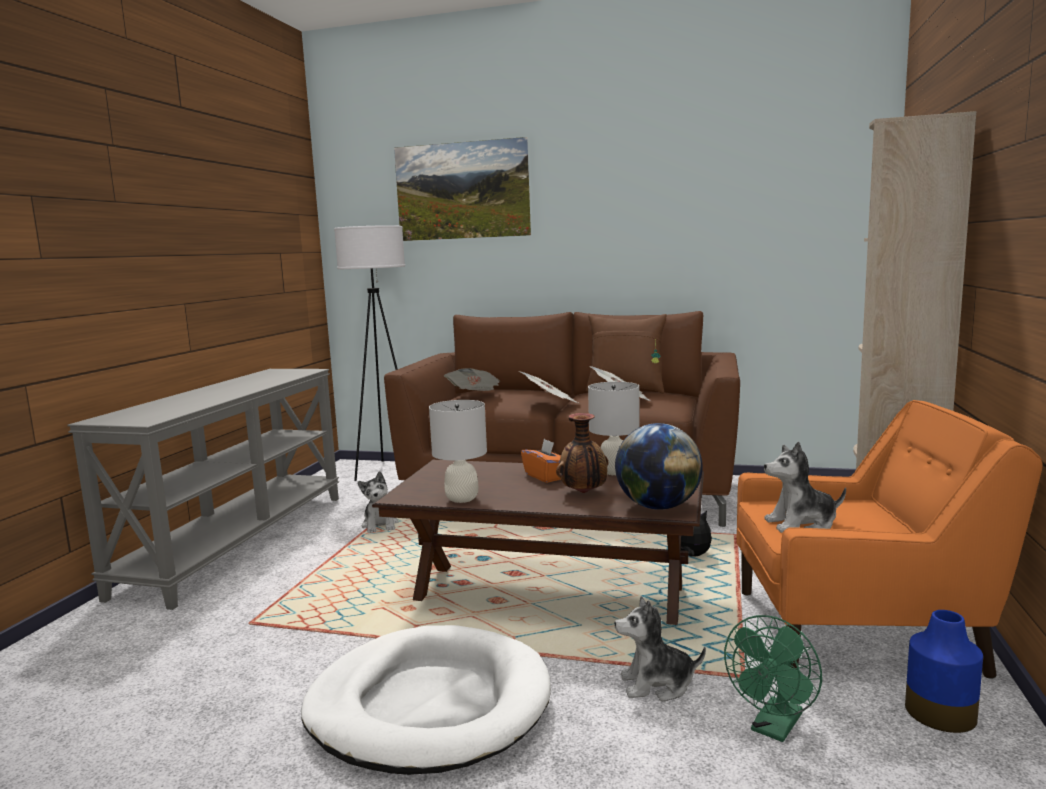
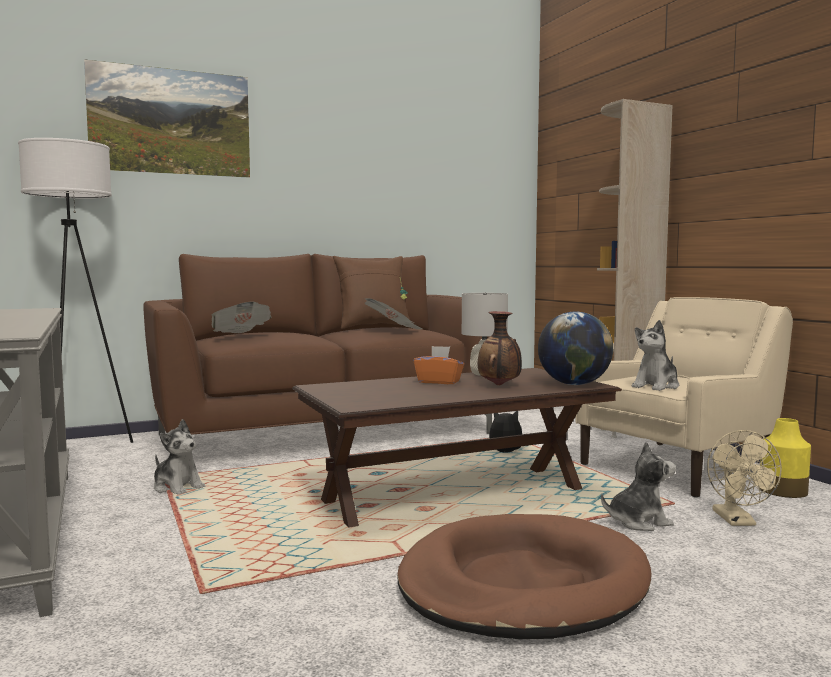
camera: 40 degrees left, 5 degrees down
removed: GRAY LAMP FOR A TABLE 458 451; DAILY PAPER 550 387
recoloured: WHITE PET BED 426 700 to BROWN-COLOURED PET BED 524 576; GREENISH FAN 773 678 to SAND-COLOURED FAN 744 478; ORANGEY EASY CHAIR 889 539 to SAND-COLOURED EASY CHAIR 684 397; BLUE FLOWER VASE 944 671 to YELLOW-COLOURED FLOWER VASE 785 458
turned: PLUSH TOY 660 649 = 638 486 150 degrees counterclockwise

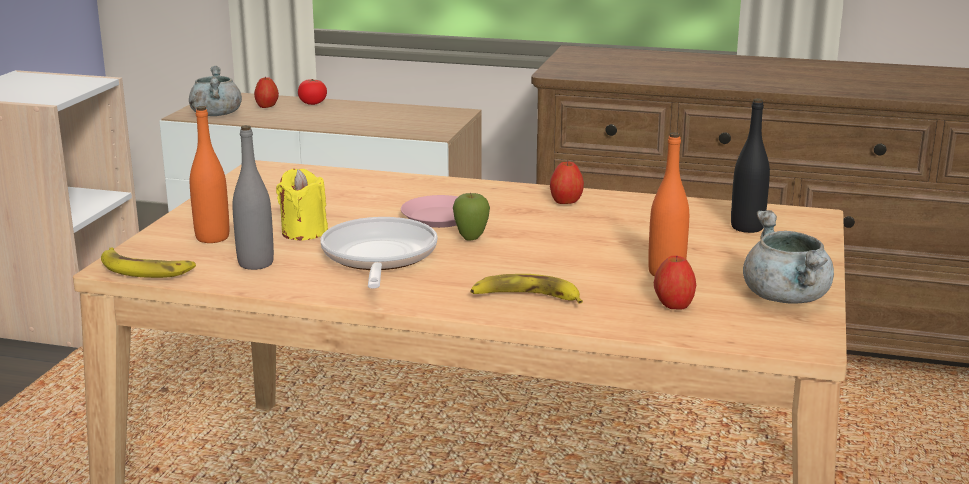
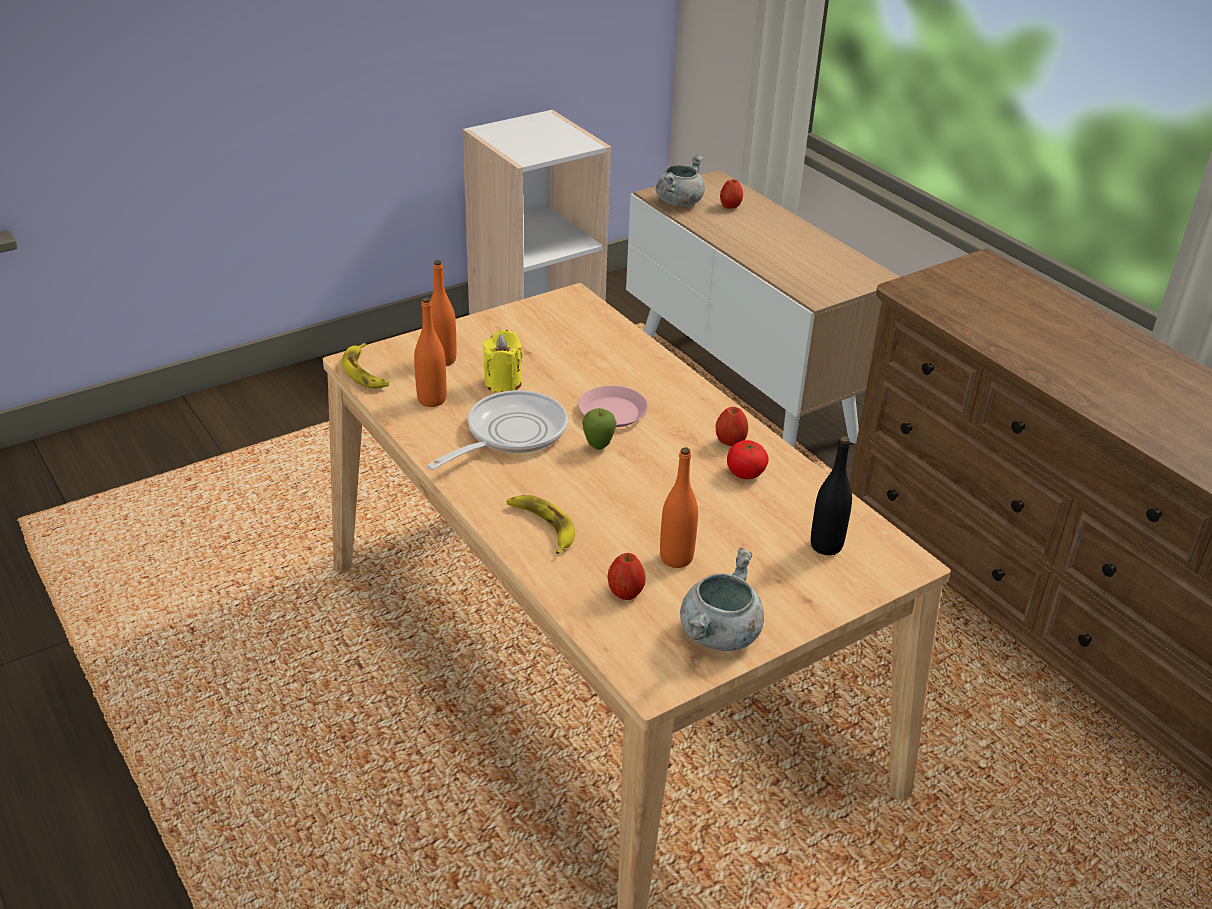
camera: 40 degrees right, 15 degrees up
moved: FRESH TOMATO 312 92 to 748 459
recoloured: GRAY BEVERAGE BOTTLE 253 197 to ORANGEY BEVERAGE BOTTLE 430 352

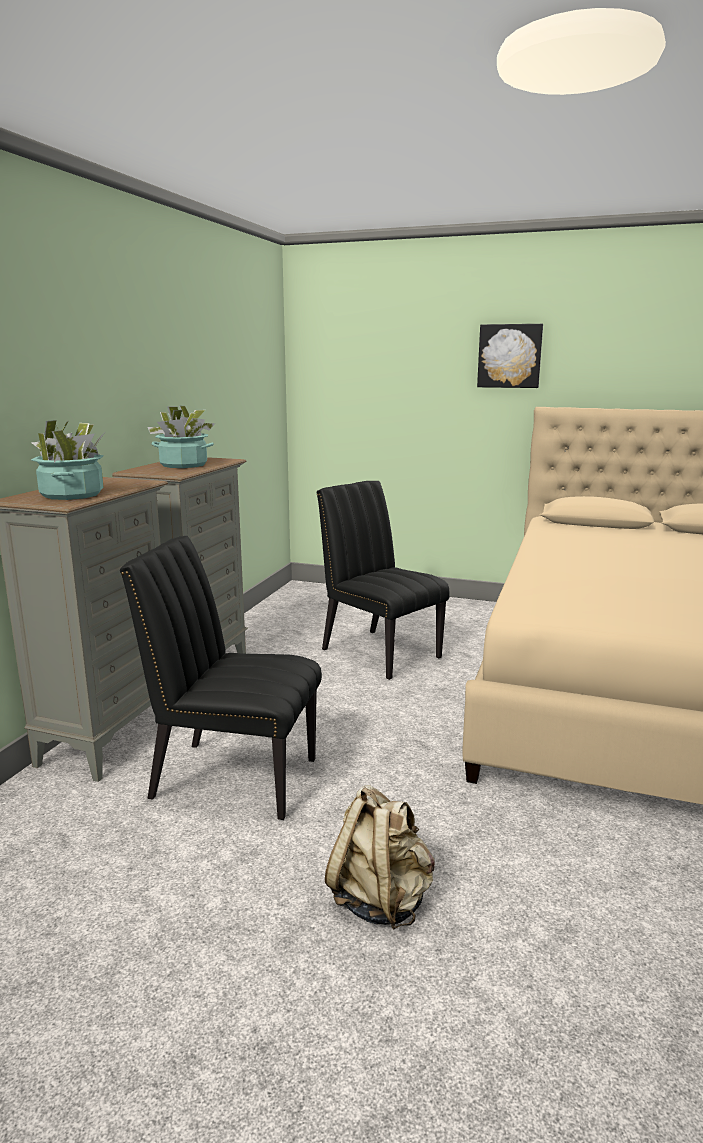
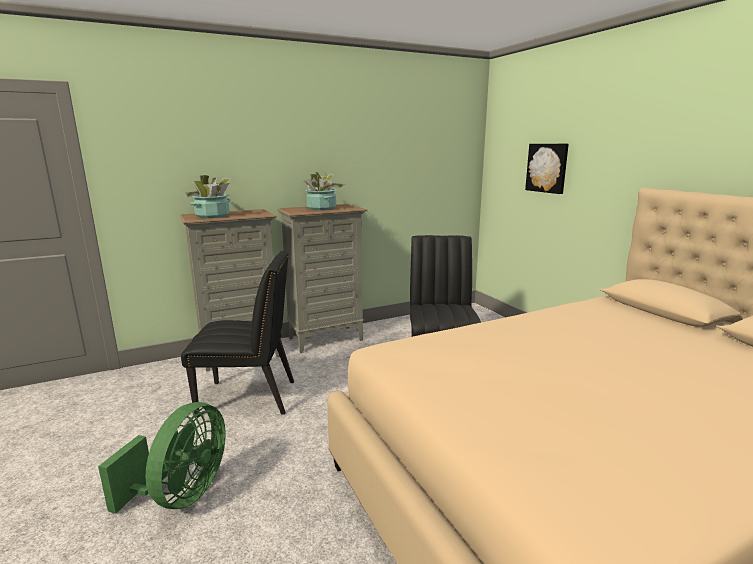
camera: 45 degrees right, 0 degrees up
moved: WALL PICTURE 510 356 to 547 169
replaced: SAND-COLOURED KNAPSACK 380 857 to GREENISH FAN 162 457
turned: BLACK-COLOURED UPRIGHT CHAIR 221 678 = 237 334 120 degrees clockwise

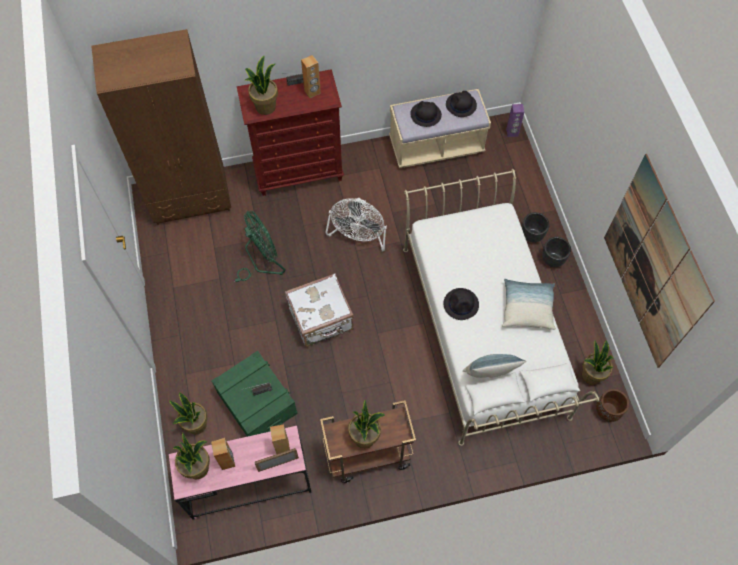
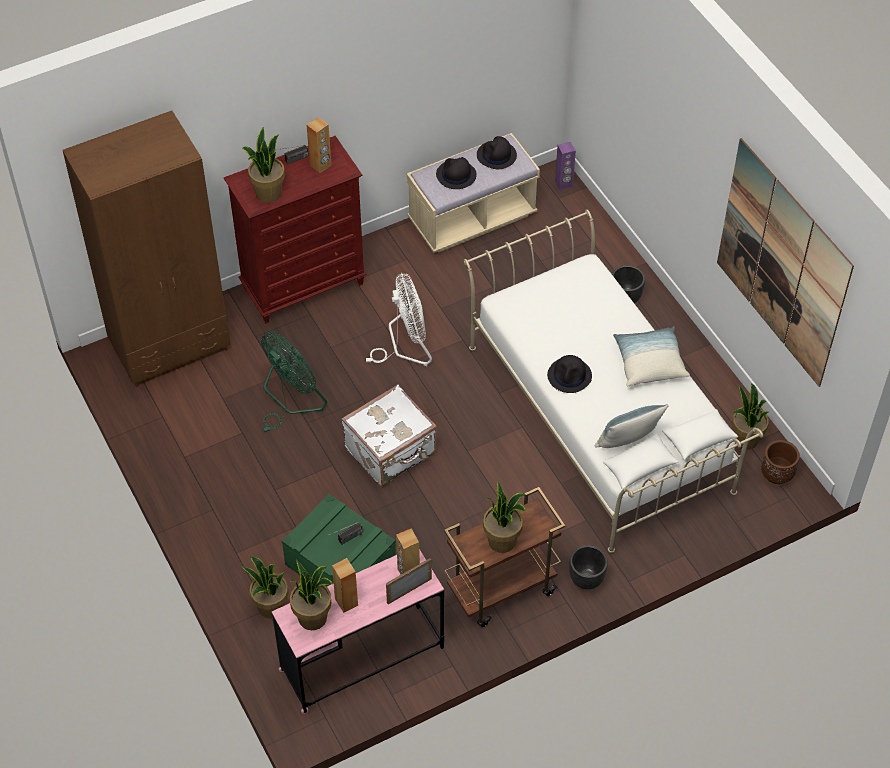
camera: 15 degrees left, 10 degrees down
moved: BLACK-COLOURED FLOWER POT 556 252 to 588 567
turned: WHITE FAN 356 224 = 398 319 105 degrees counterclockwise

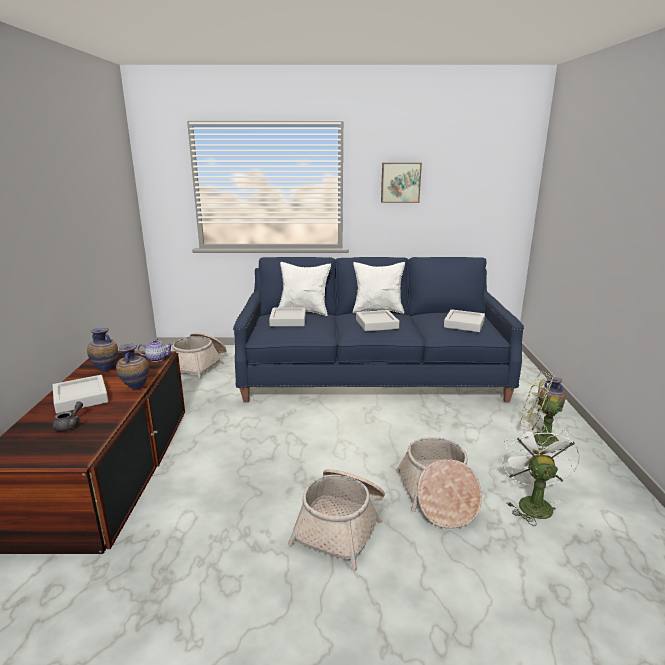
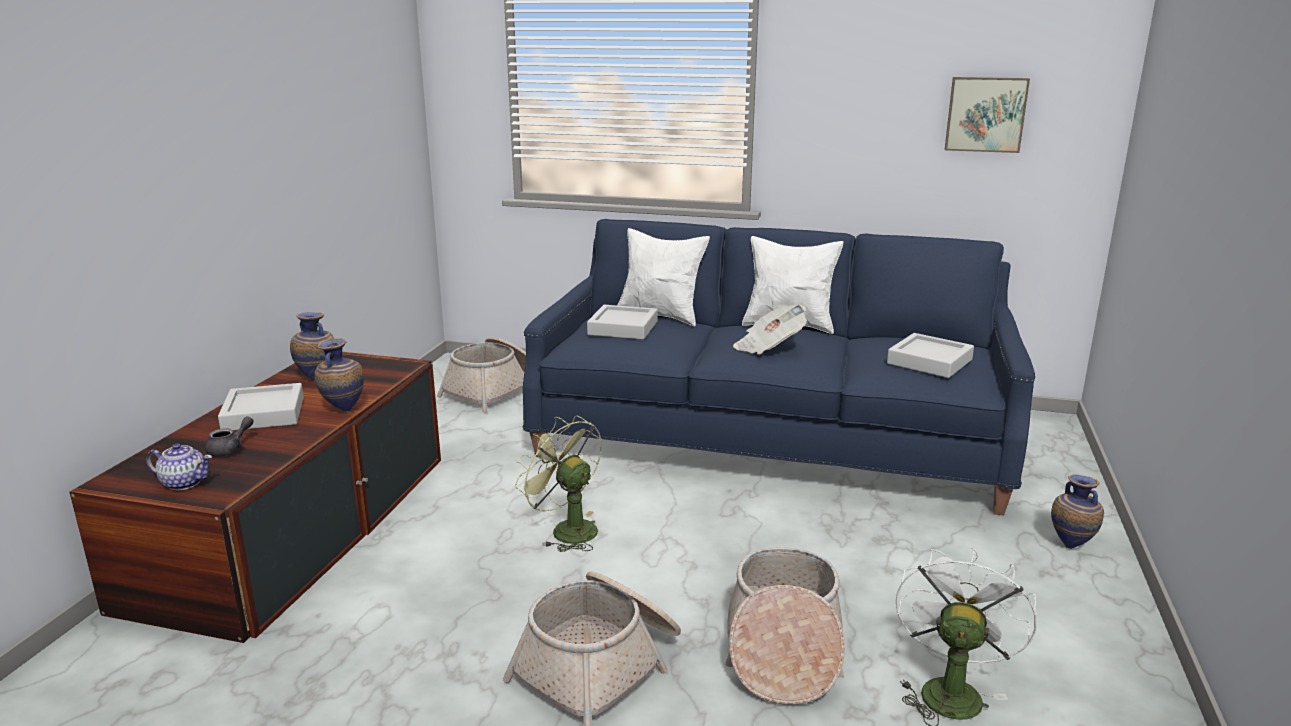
camera: 15 degrees right, 0 degrees up
moved: TEA POT 155 350 to 179 466; WALL PICTURE 401 183 to 987 115; GREENISH FAN 543 412 to 558 484
replaced: GRAY TRAY 377 320 to DAILY PAPER 770 329

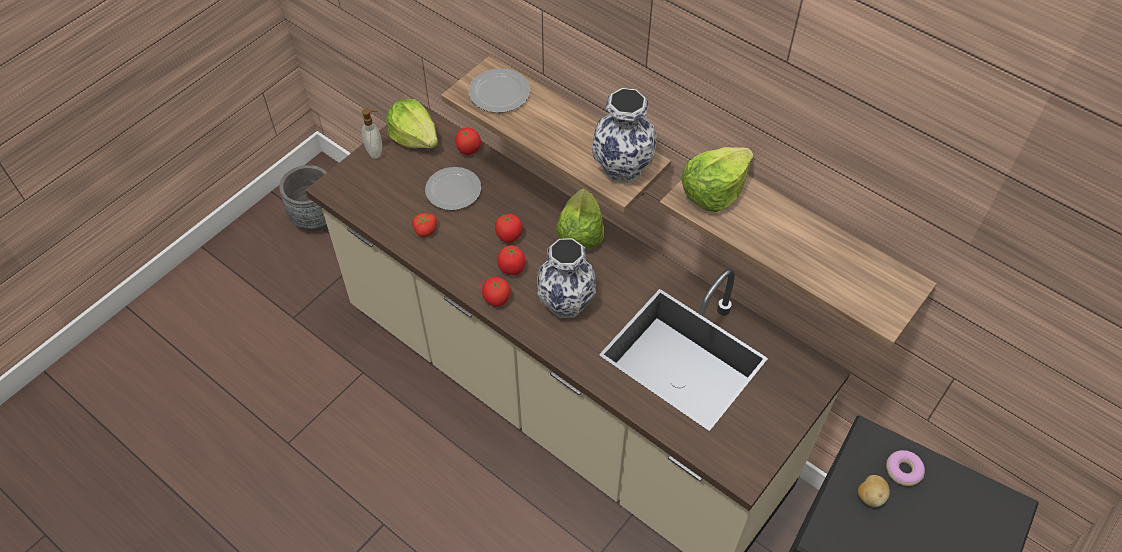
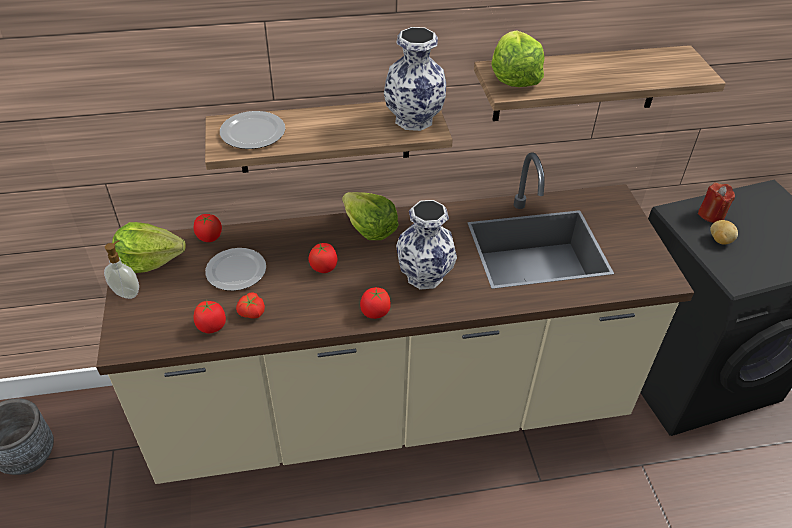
camera: 50 degrees left, 10 degrees down
moved: FRESH TOMATO 511 260 to 210 317
replaced: DONUT 905 468 to RED WAX LIGHT 716 203

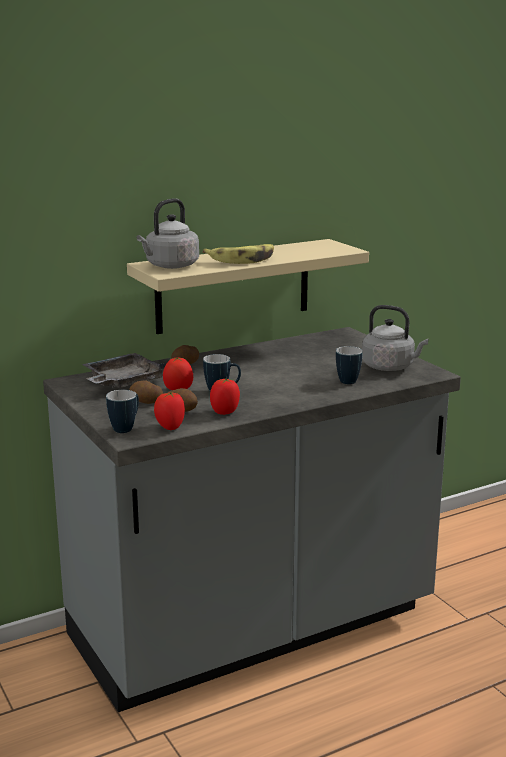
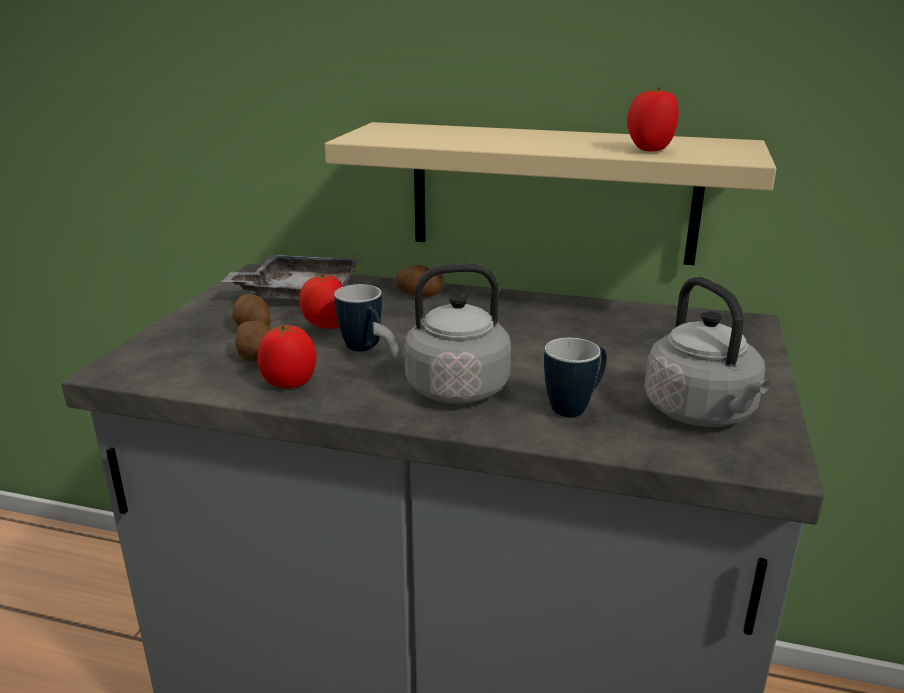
camera: 45 degrees right, 5 degrees up
removed: COFFEE MUG 122 411; BANANA FRUIT 238 254
moved: GRAY WATER KETTLE 168 233 to 441 333; FRESH TOMATO 169 411 to 653 119

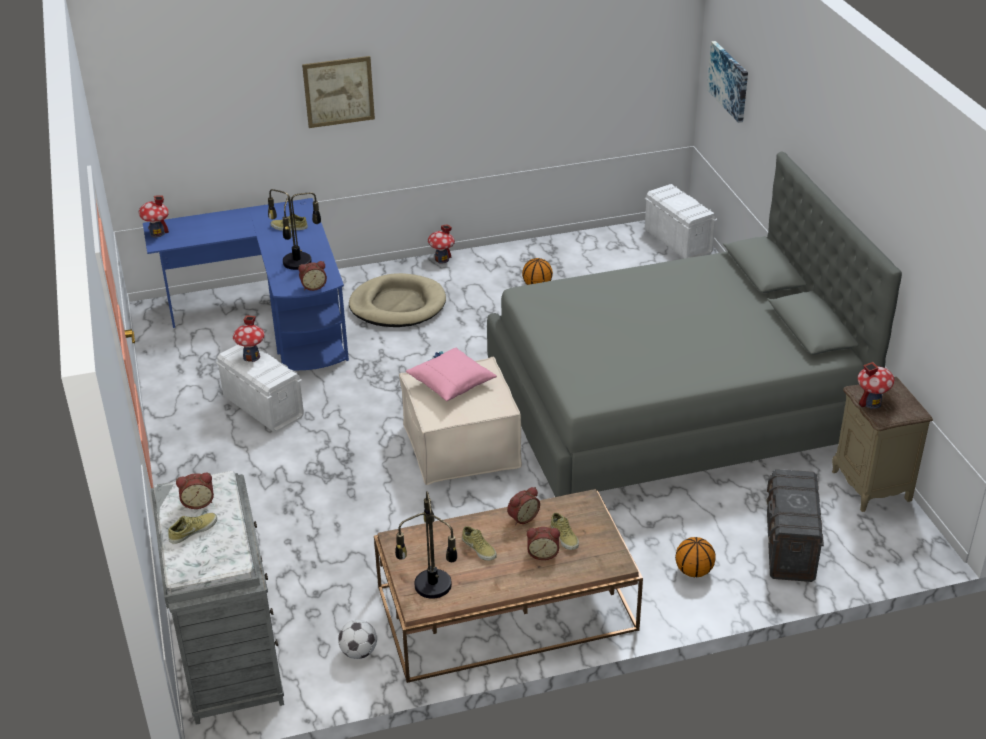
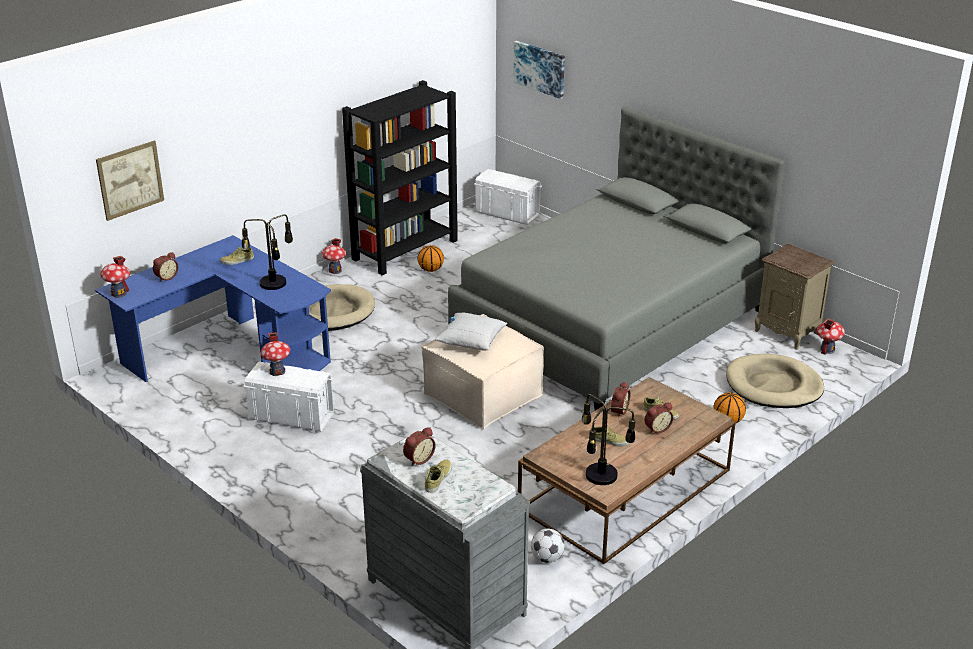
camera: 30 degrees left, 5 degrees down
added: BLACK-COLOURED BOOKSHELF 400 177
moved: BEDSIDE CLOCK 312 276 to 165 267; WALL PICTURE 338 92 to 130 180; TOY HOUSE 876 385 to 831 337
replaced: GRAY STORAGE BIN 795 525 to SAND-COLOURED PET BED 775 381
recoloured: PINKISH THROW PILLOW 451 374 to GRAY THROW PILLOW 471 332

